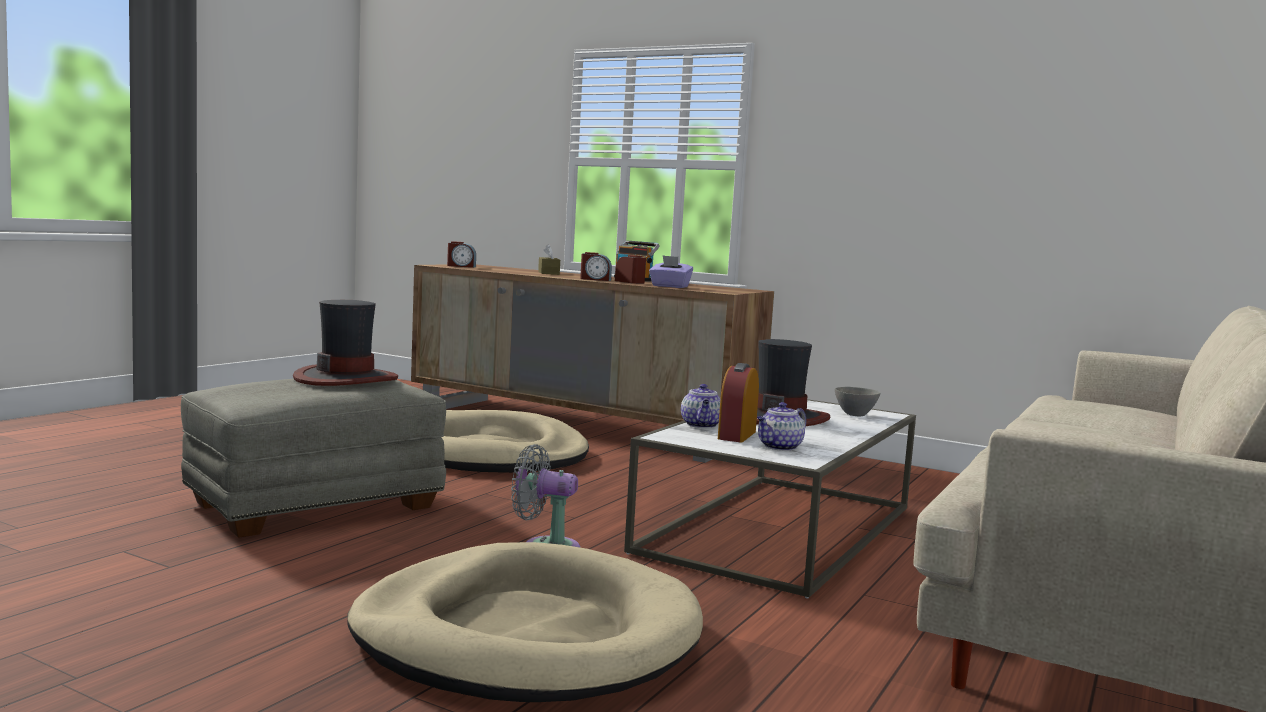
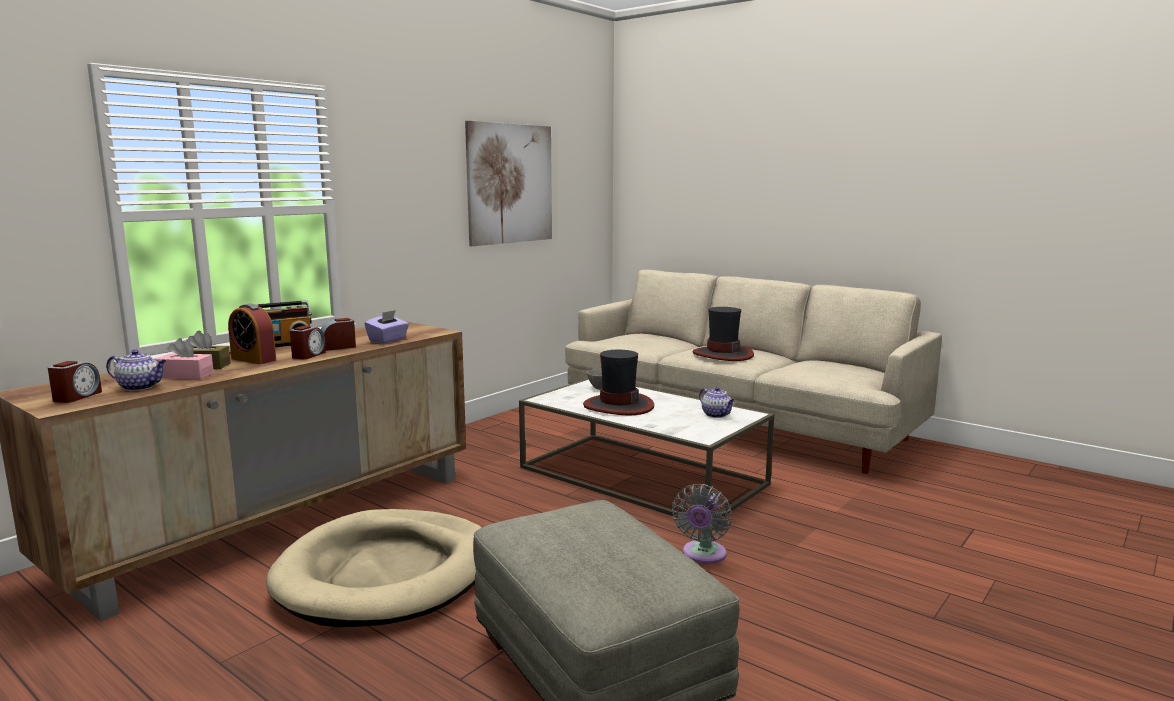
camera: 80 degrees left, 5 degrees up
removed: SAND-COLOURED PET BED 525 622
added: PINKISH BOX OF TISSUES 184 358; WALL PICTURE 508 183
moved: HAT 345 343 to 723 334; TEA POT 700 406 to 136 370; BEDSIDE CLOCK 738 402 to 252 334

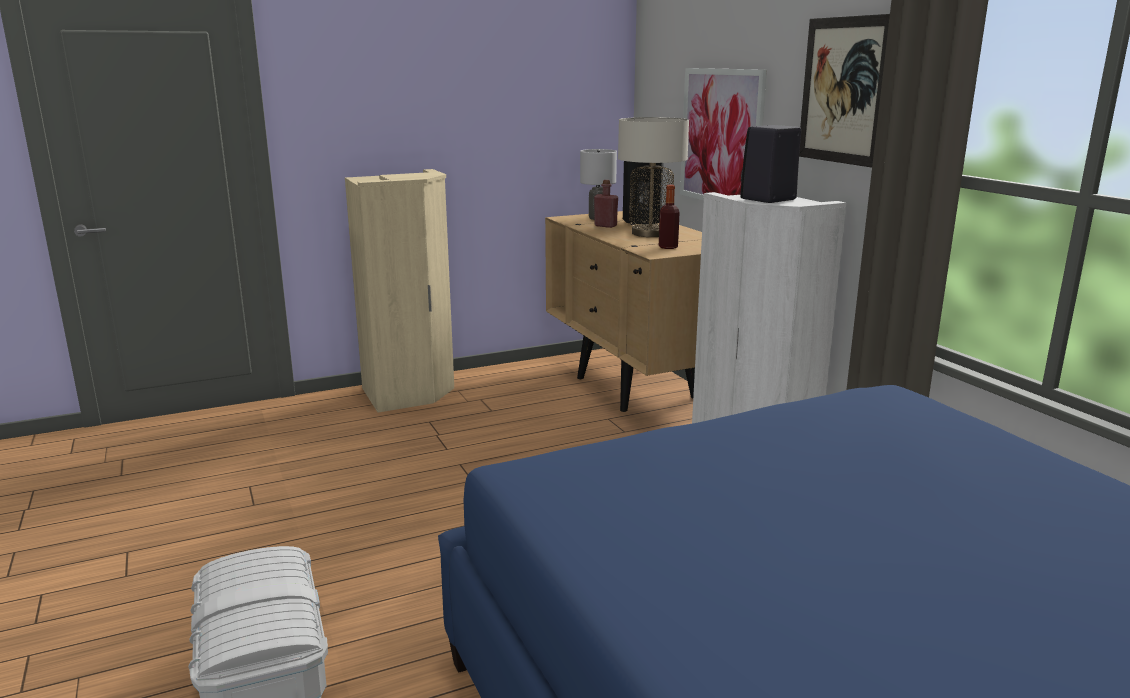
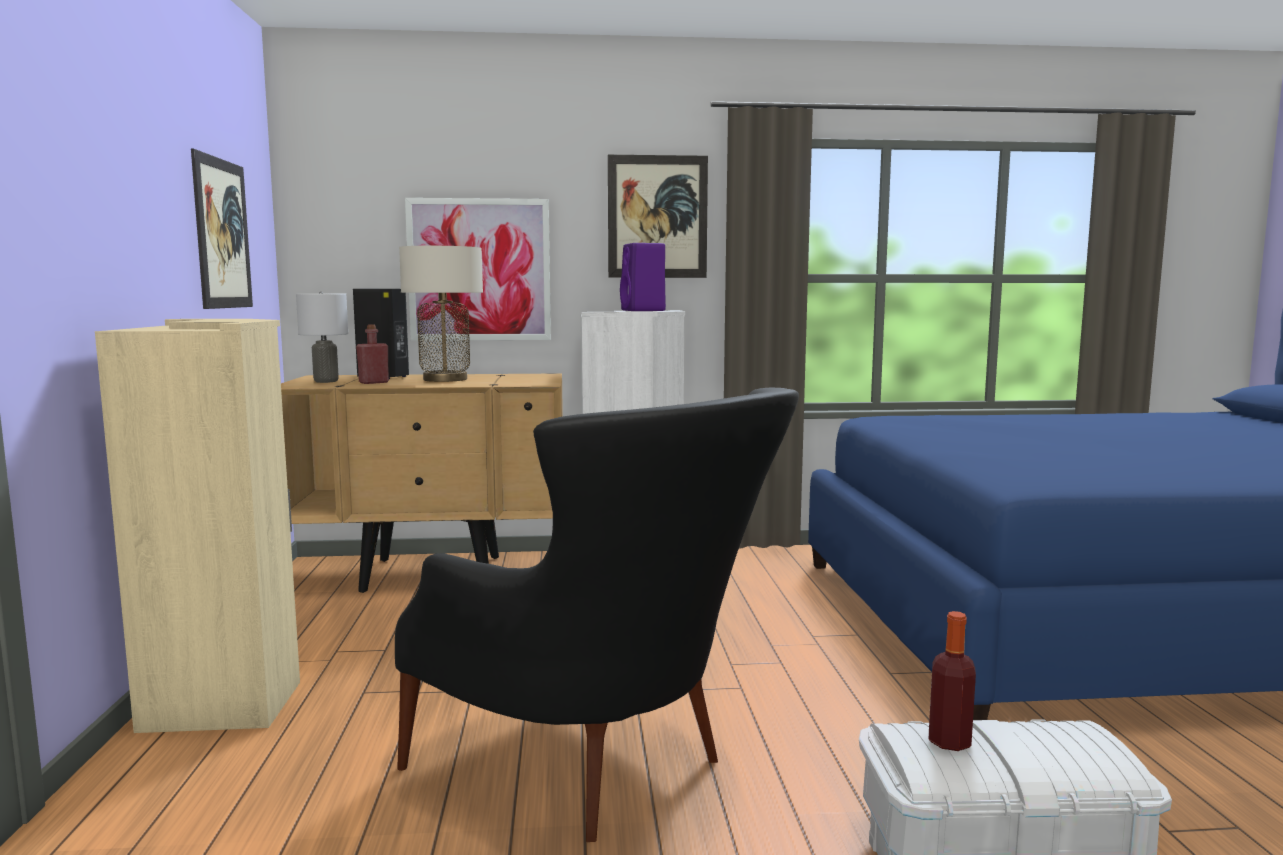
camera: 70 degrees left, 10 degrees down
added: WALL PICTURE 222 229; BLACK-COLOURED EASY CHAIR 597 615
moved: BEVERAGE BOTTLE 669 217 to 952 681
recoloured: BLACK-COLOURED SPEAKER 770 164 to PURPLE-COLOURED SPEAKER 643 277

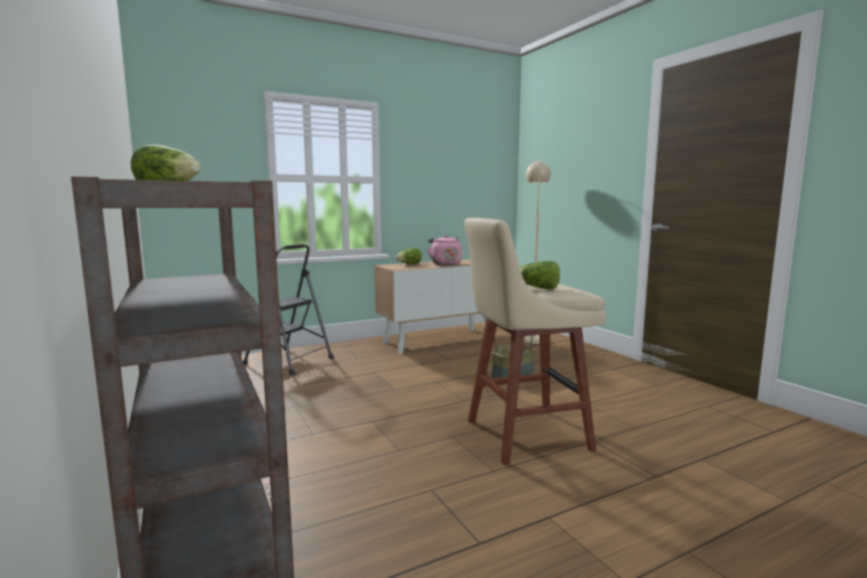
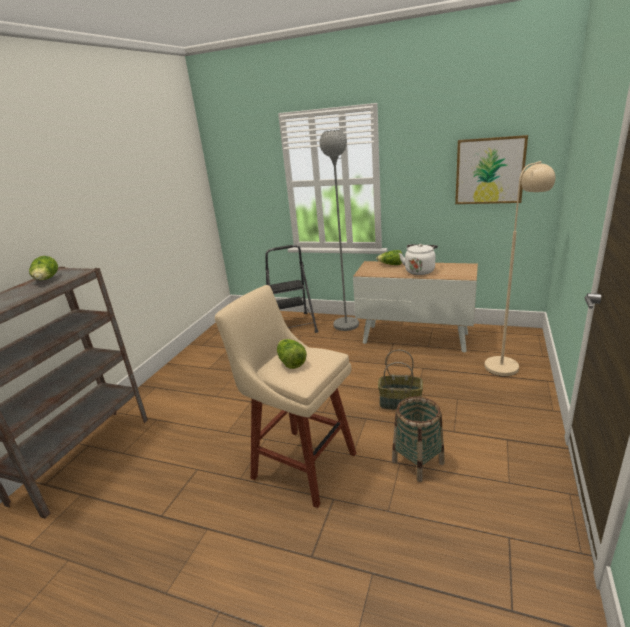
camera: 50 degrees right, 15 degrees up
added: GRAY STANDARD LAMP 339 230; BASKET 418 439; WALL PICTURE 491 169
recoloured: PINKISH WATER KETTLE 443 250 to WHITE WATER KETTLE 418 259

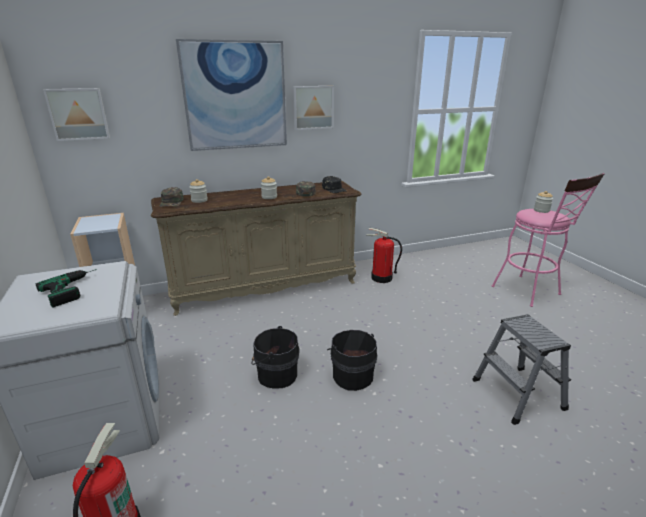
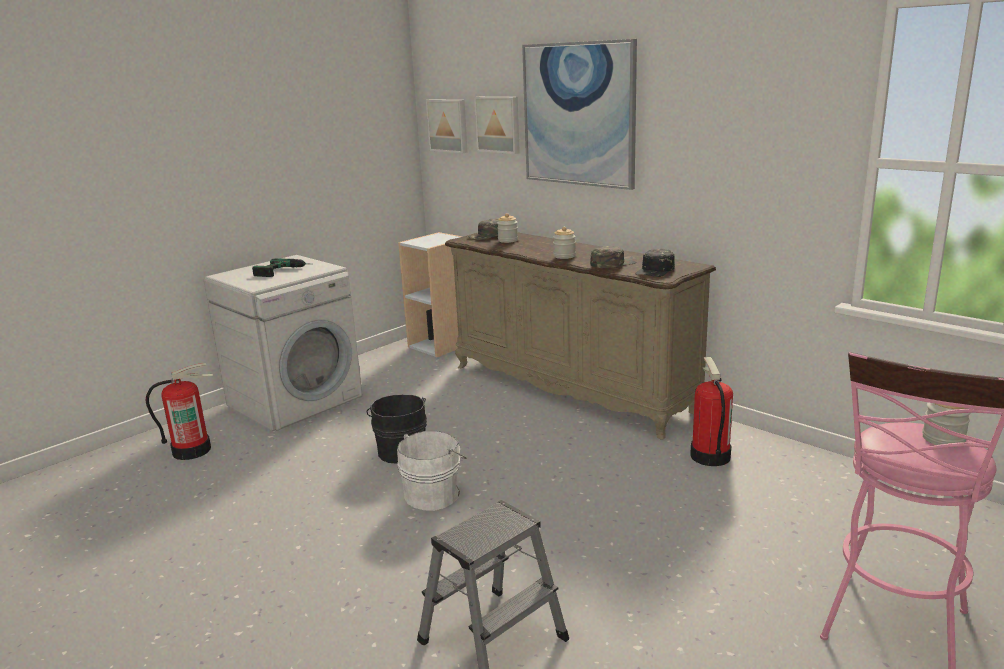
camera: 65 degrees right, 5 degrees down
moved: WALL PICTURE 313 108 to 497 125
recoloured: BLACK-COLOURED WATER BUCKET 352 360 to WHITE WATER BUCKET 432 471

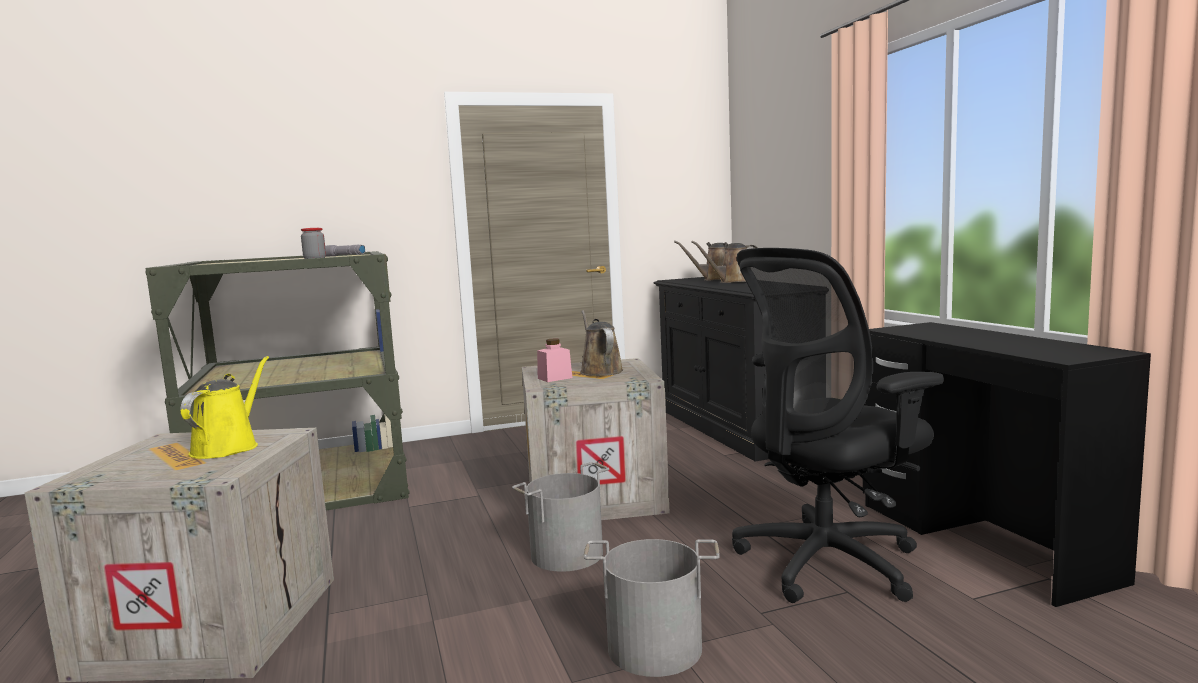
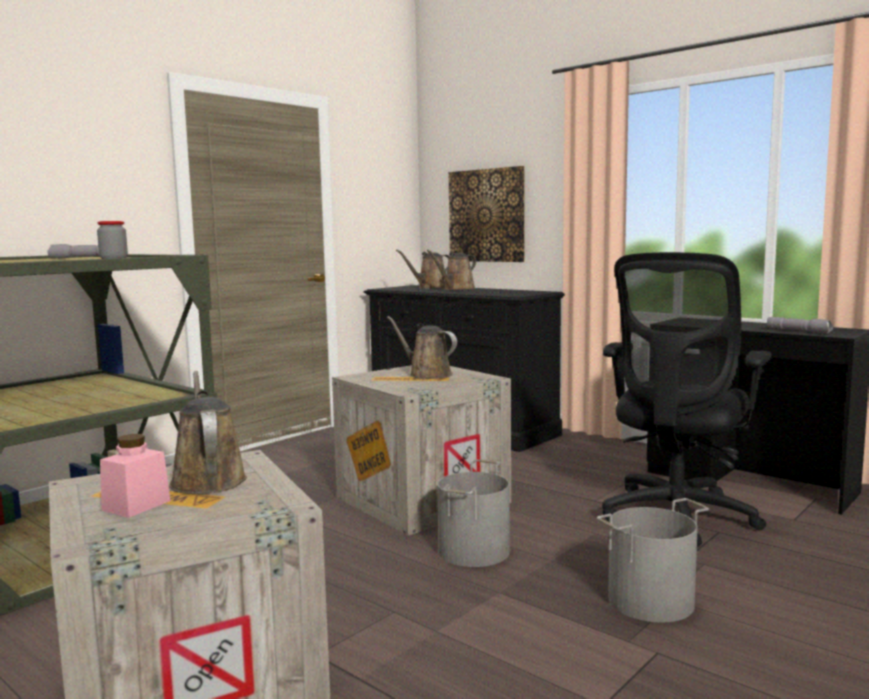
camera: 30 degrees left, 0 degrees up
added: WALL PICTURE 486 214; GRAY FLASHLIGHT 799 325
moved: PINKISH PRESERVE JAR 554 360 to 135 476
recoloured: YELLOW-COLOURED SPRINKLING CAN 224 407 to BROWN-COLOURED SPRINKLING CAN 208 432

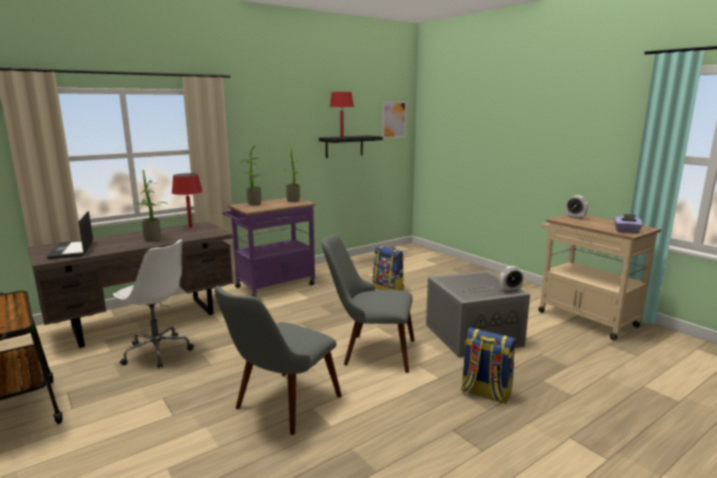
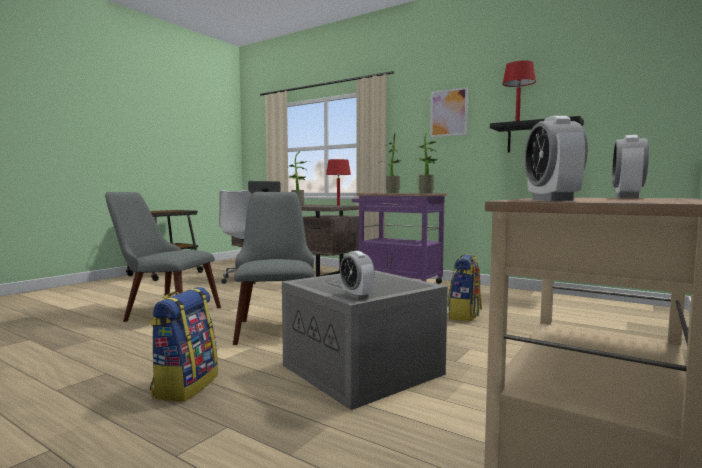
camera: 70 degrees right, 10 degrees down
moved: WALL PICTURE 394 120 to 449 112
replaced: PURPLE-COLOURED BOX OF TISSUES 628 223 to BEDSIDE CLOCK 556 158

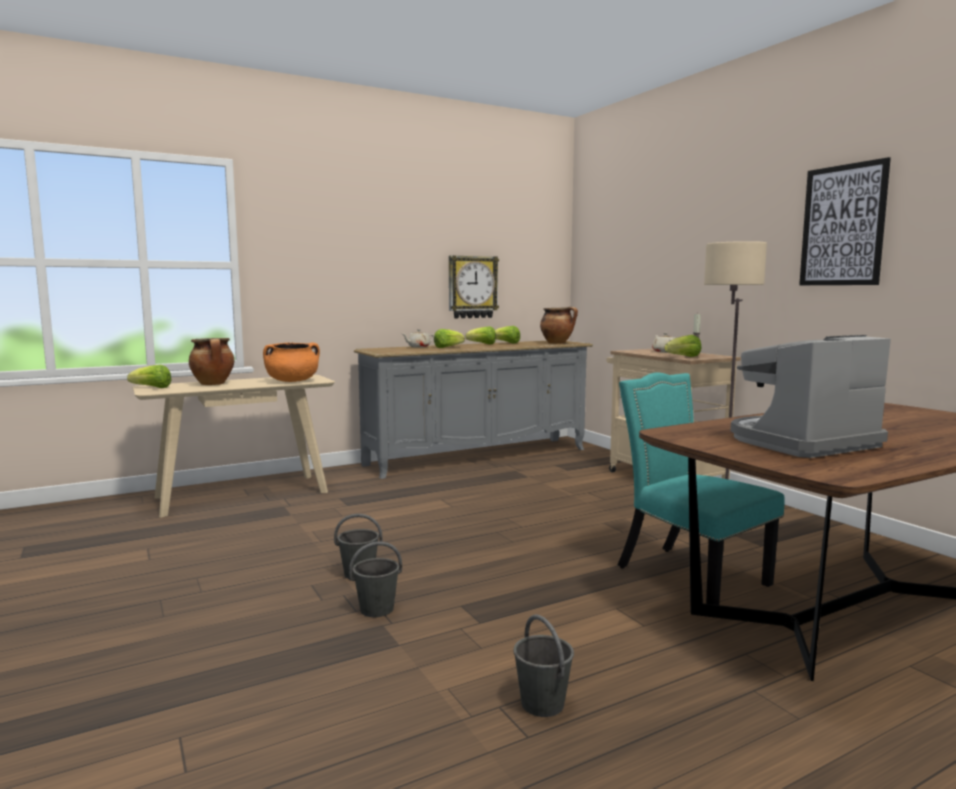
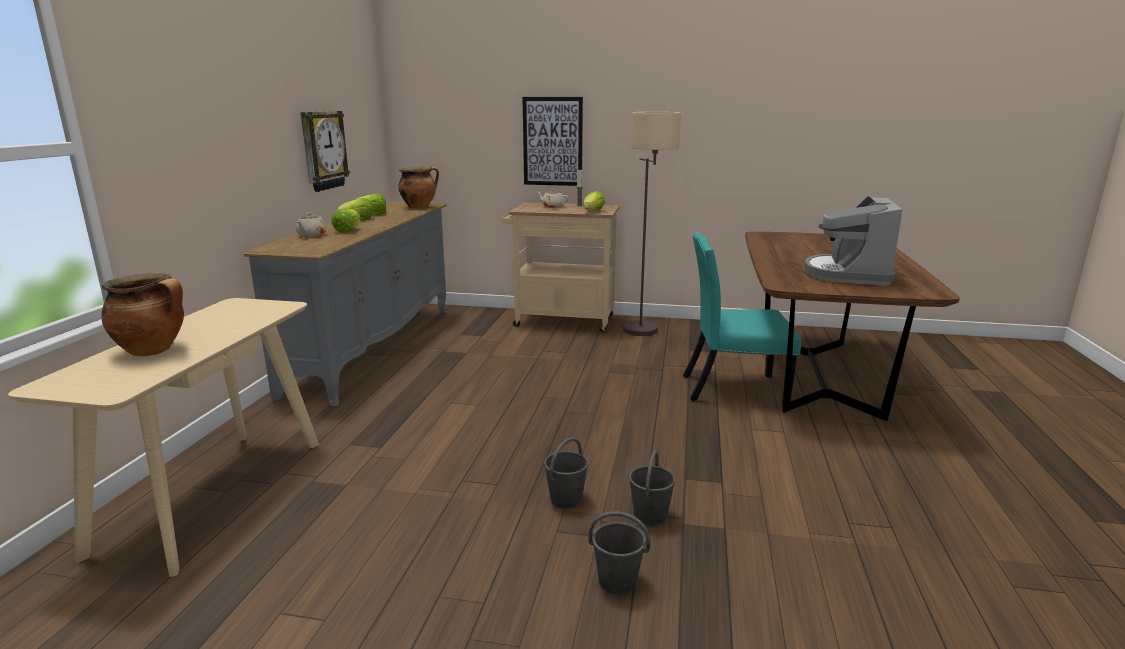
camera: 50 degrees left, 10 degrees up
removed: HEAD OF LETTUCE 149 376; ORANGEY SAUCEPOT 291 362
moved: GRAY WATER BUCKET 543 665 to 619 552; WALL PICTURE 845 221 to 552 141

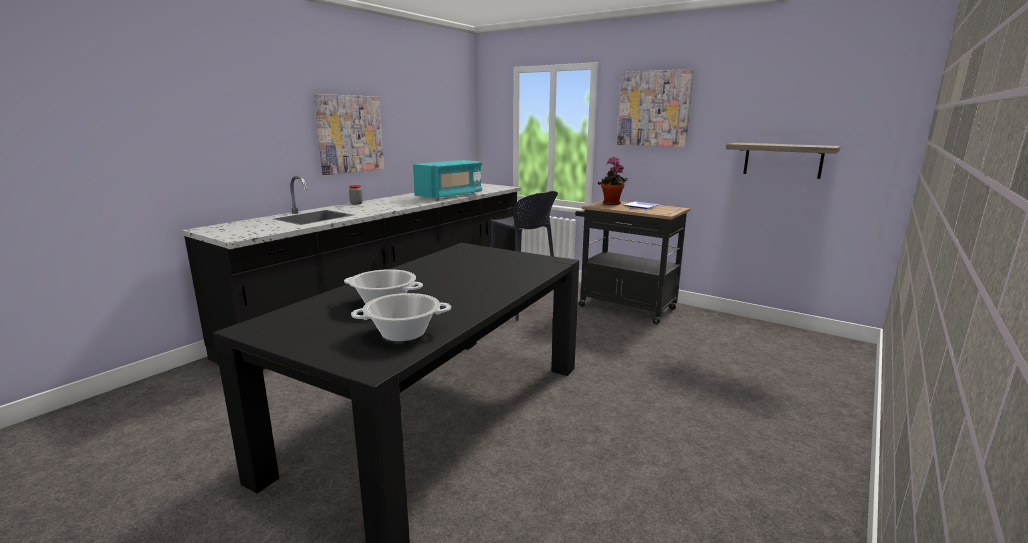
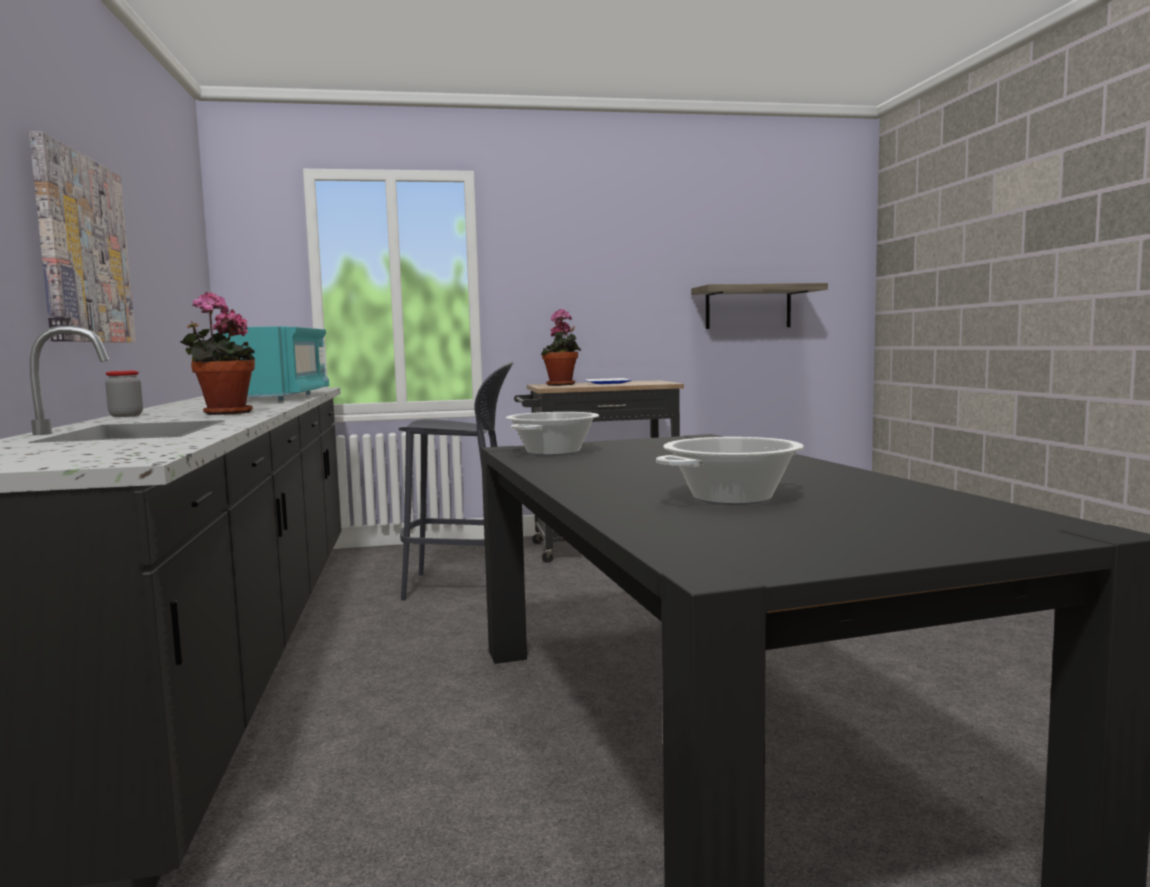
camera: 45 degrees left, 10 degrees down
removed: WALL PICTURE 655 108
added: HOUSEPLANT 217 353
moved: SAUCEPOT 401 317 to 552 434

